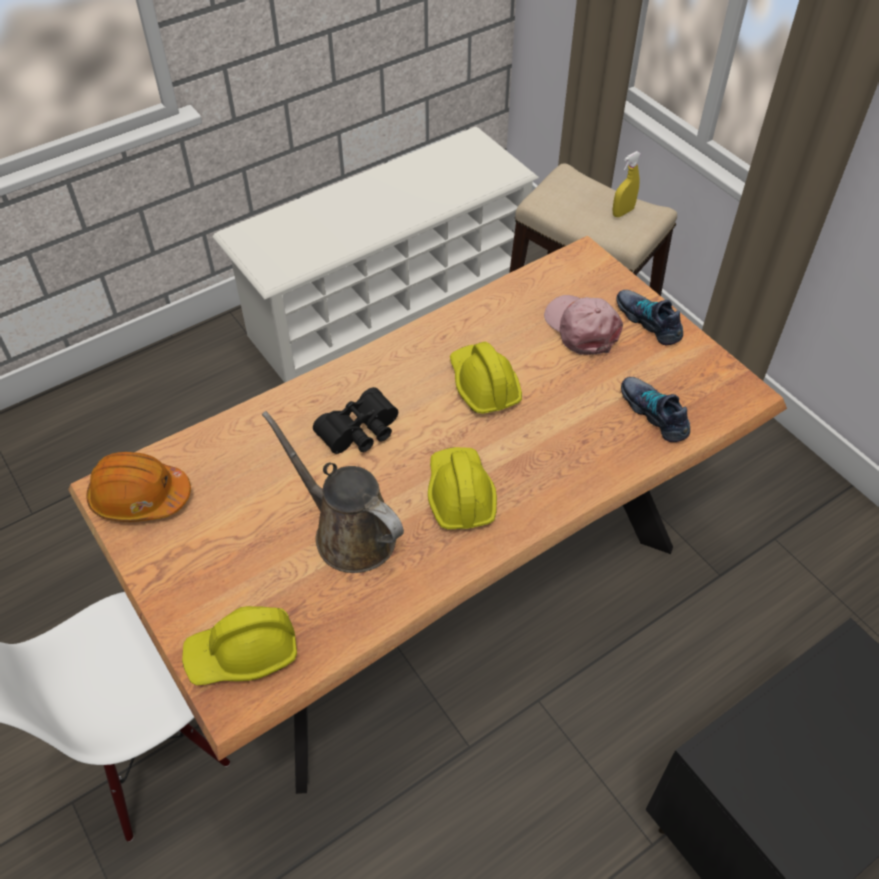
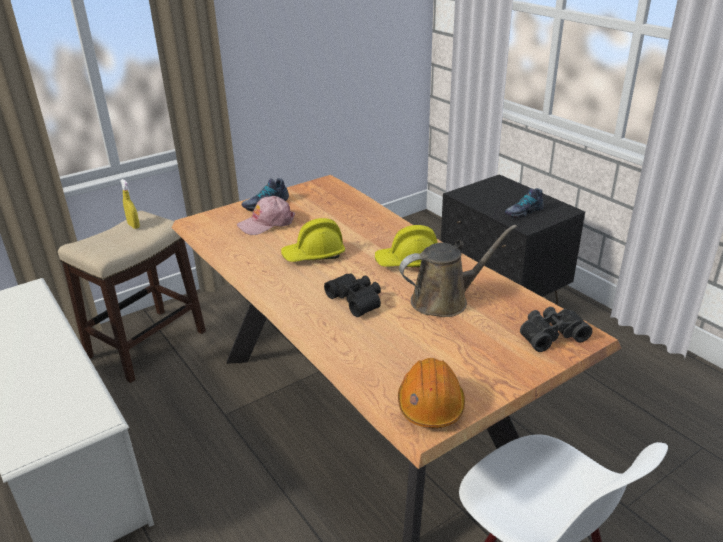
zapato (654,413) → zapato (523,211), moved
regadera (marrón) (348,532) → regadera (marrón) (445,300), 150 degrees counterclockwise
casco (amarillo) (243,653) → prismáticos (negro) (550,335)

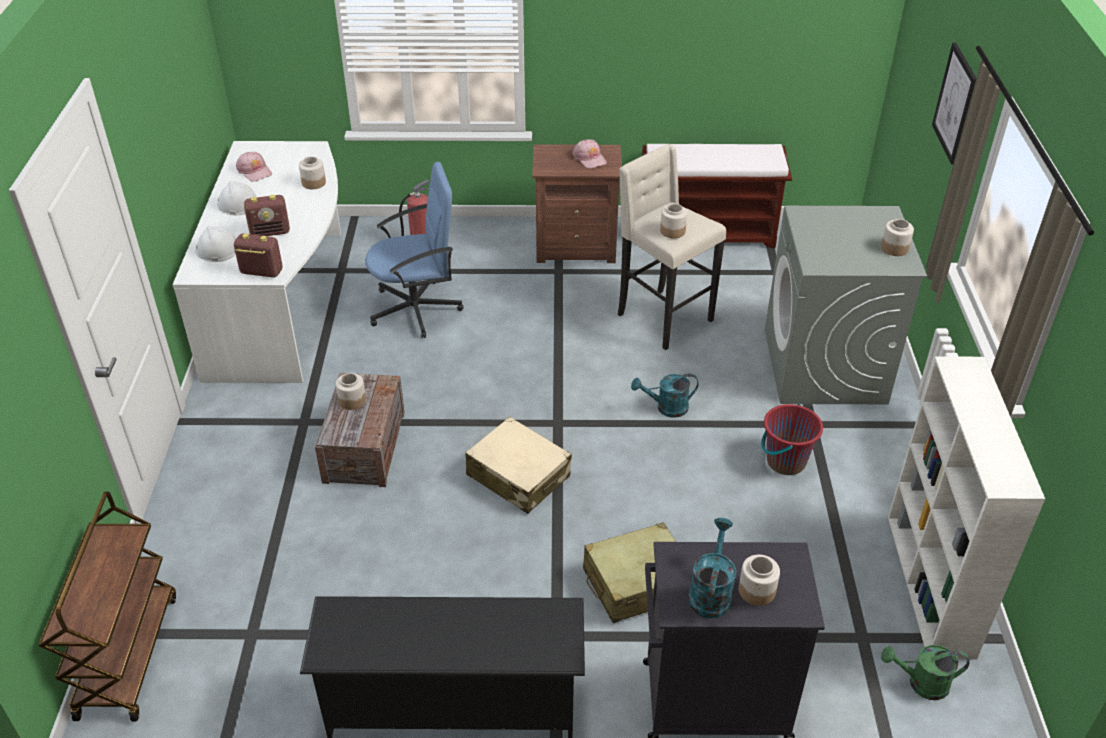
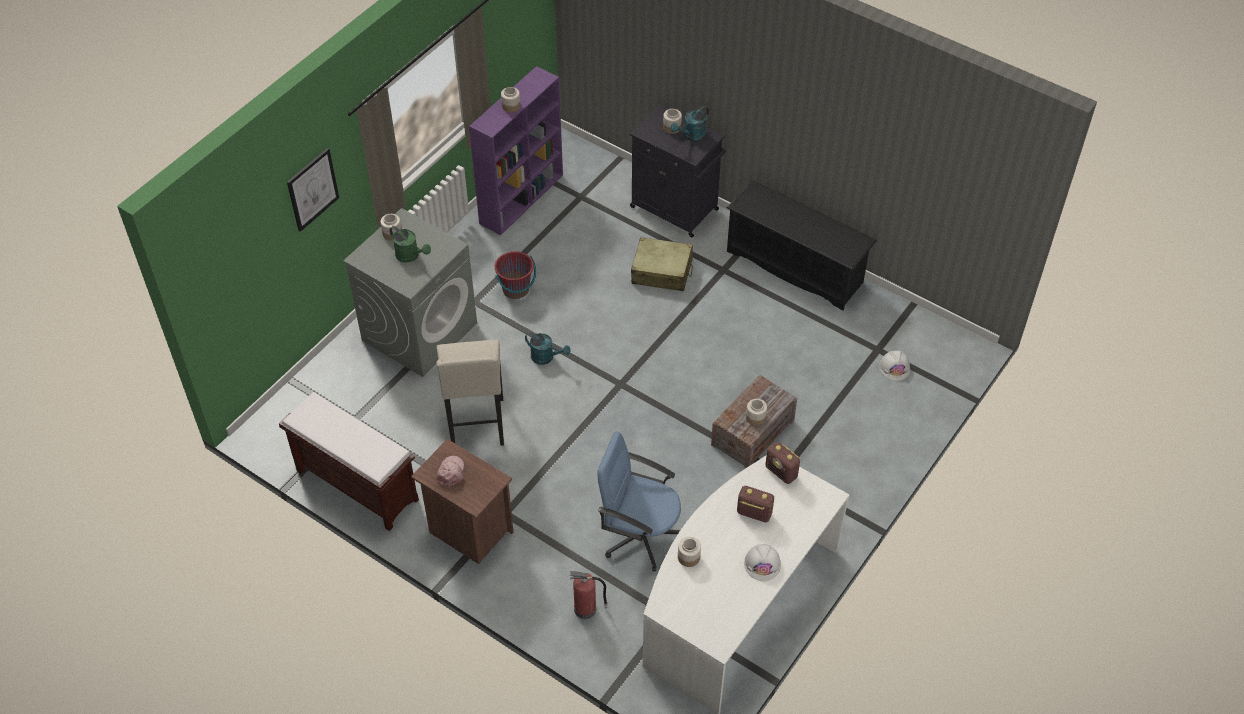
gorra (rosa) (254,171) → -
tarro (673,231) → tarro (511,106), moved
casco (blanco) (217,249) → casco (blanco) (894,367), moved
estantería (blanco) (930,585) → estantería (morado) (522,198)
maleta (beis) (518,476) → -
carrito (marrón) (127,655) → -
regadera (verde) (921,683) → regadera (verde) (410,256), moved

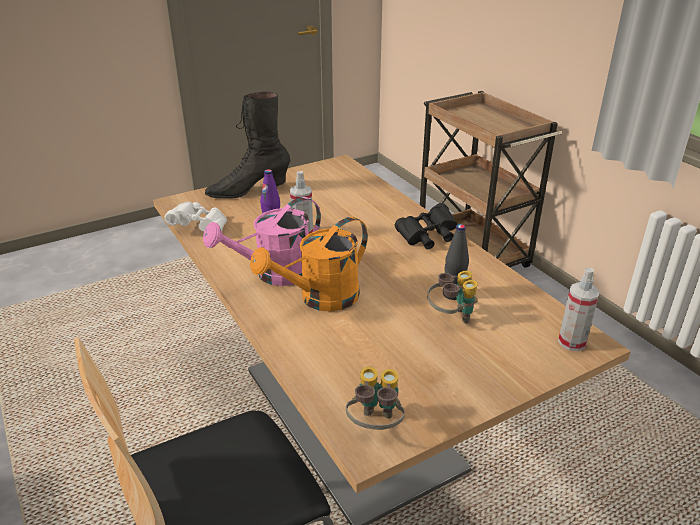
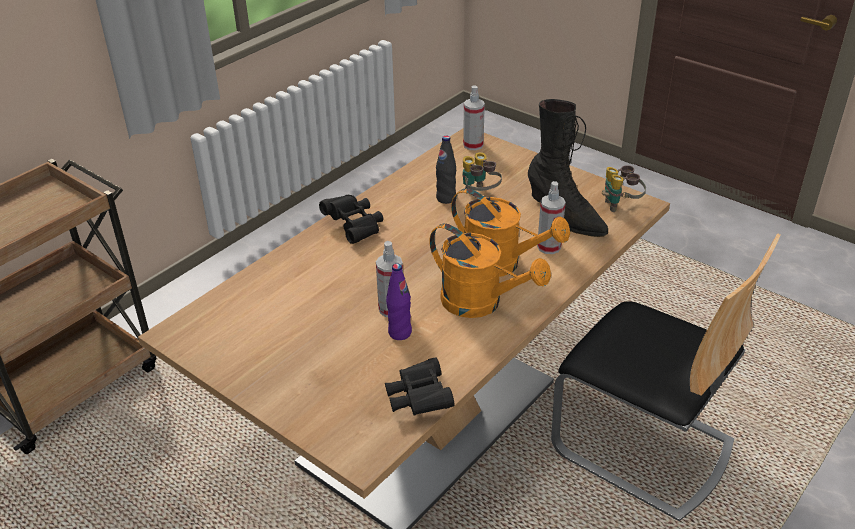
bota (negro) (248,190) → bota (negro) (565,216), moved
regadera (rosa) (275,274) → regadera (naranja) (481,303)
prismáticos (blanco) (200,227) → prismáticos (negro) (419,399)
- → pulverizador (549,247)

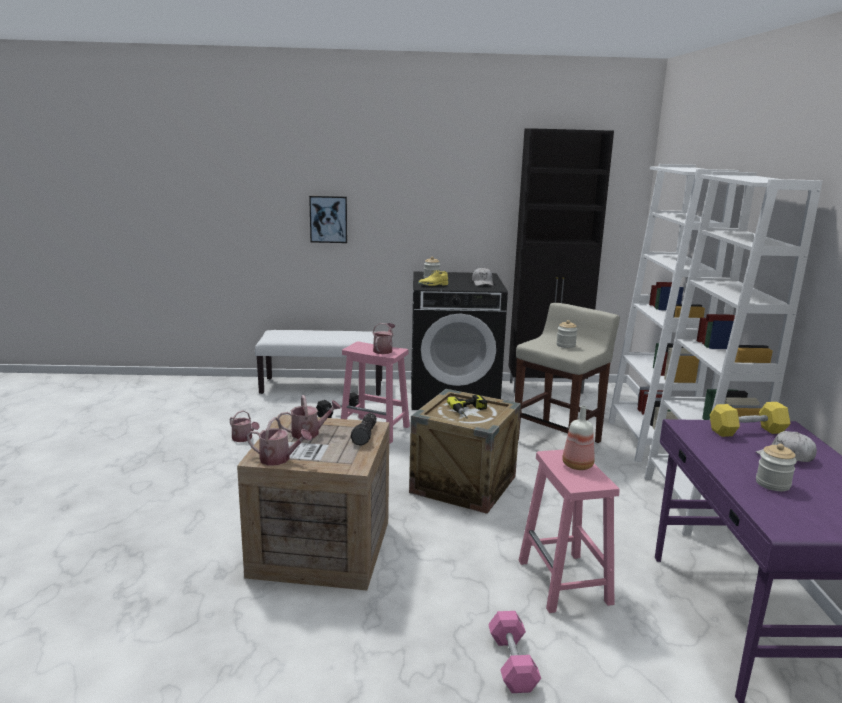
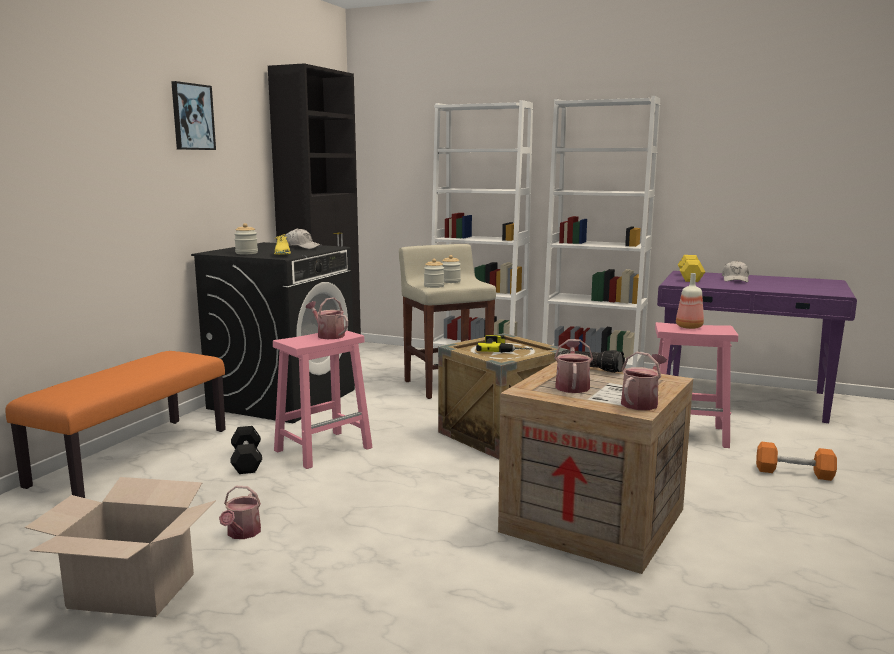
cuadro (328,219) → cuadro (192,117), moved
banco (blanco) (323,386) → banco (naranja) (132,456)
regadera (244,439) → regadera (242,534), 120 degrees clockwise
tarro (772,484) → tarro (434,286), moved
mancuerna (rosa) (512,663) → mancuerna (naranja) (794,473)
- → caja de cartón (133,590)

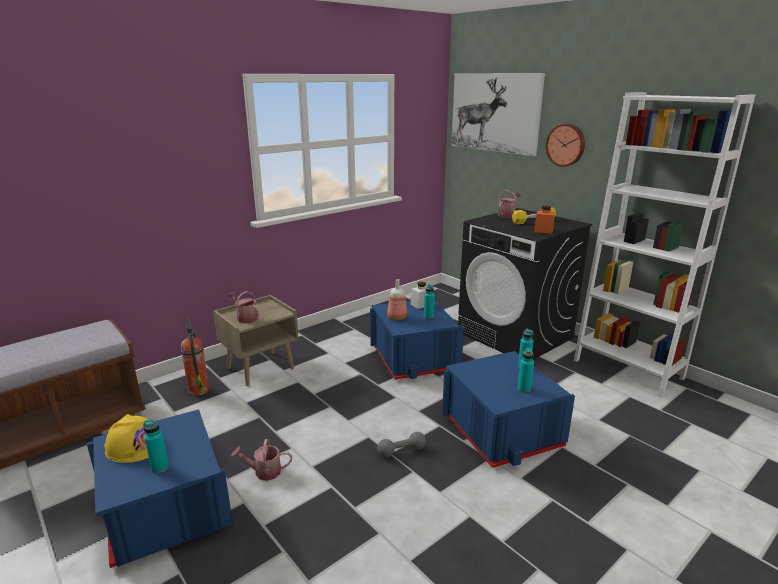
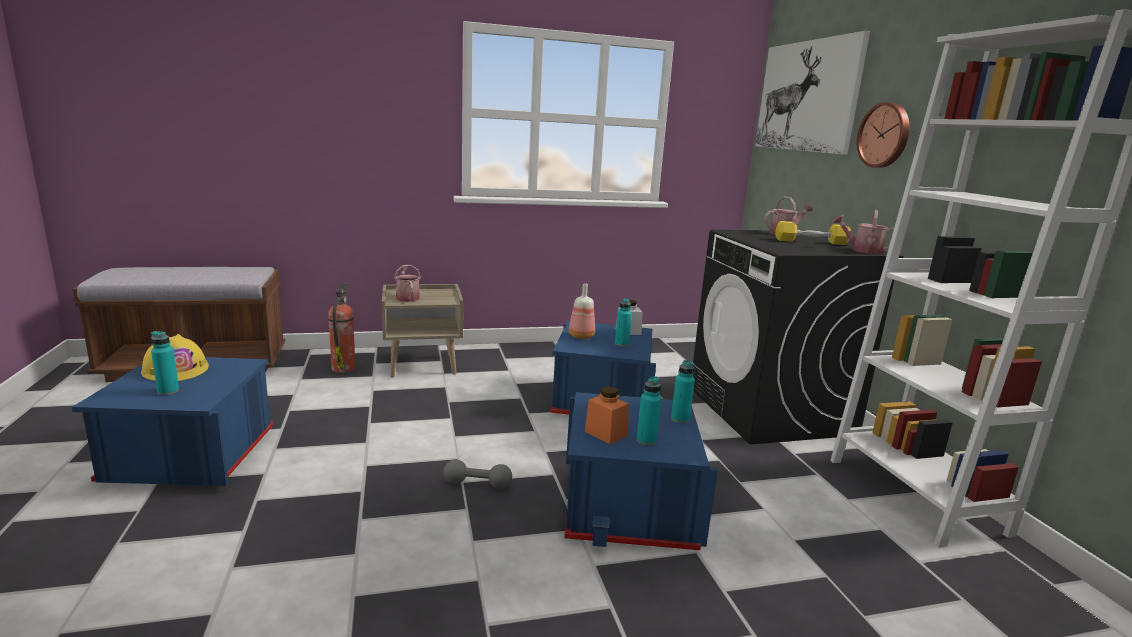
tarro (naranja) (543,231) → tarro (naranja) (606,433), moved
regadera (264,472) → regadera (862,250), moved

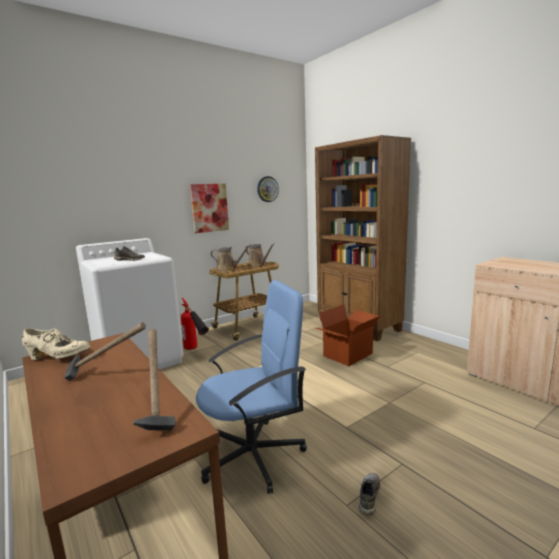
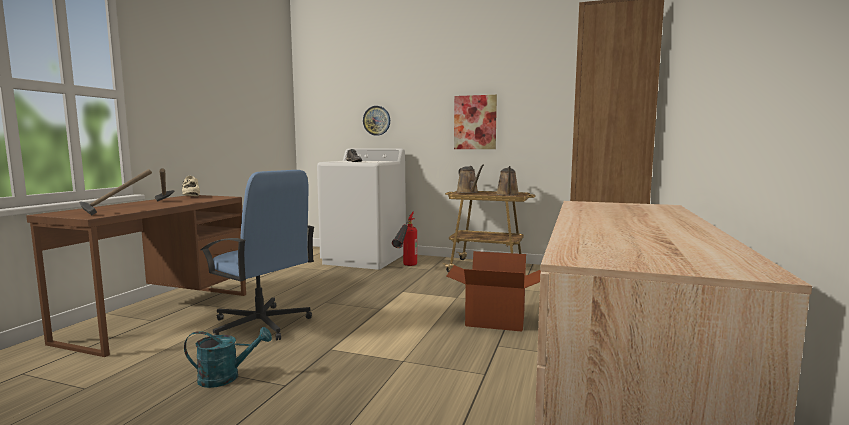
reloj de pared (267,189) → reloj de pared (376,120), moved
zapato (gris) (368,496) → regadera (turquesa) (226,377)

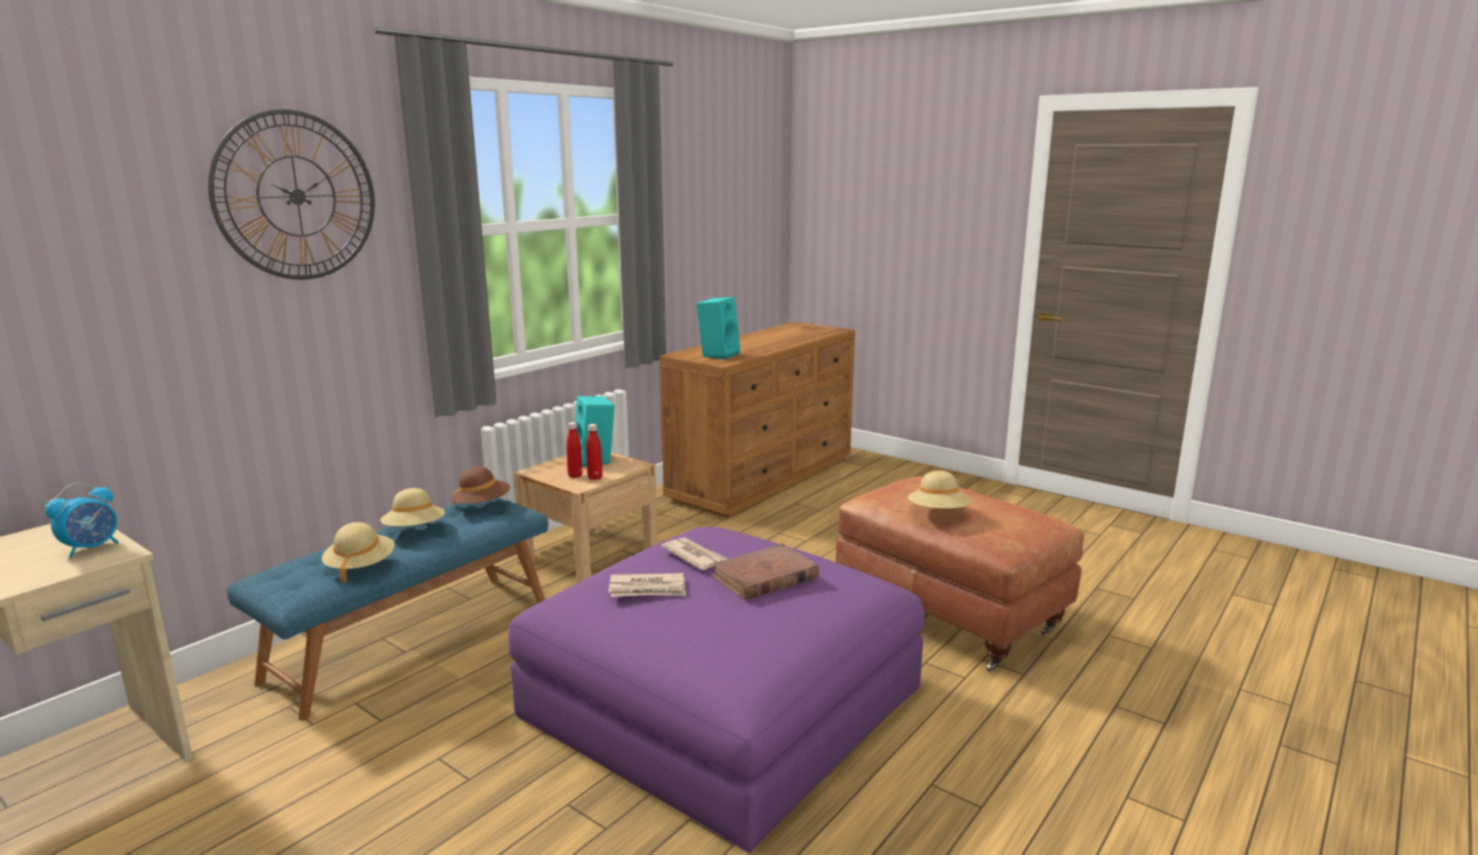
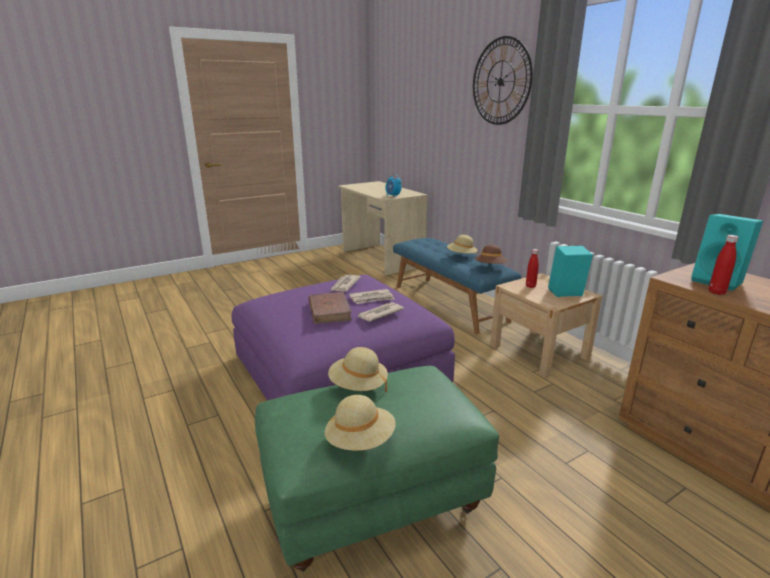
botella (rojo) (595,478) → botella (rojo) (716,292), moved
puf (marrón) (950,617) → puf (verde) (372,506)
sombrero (beis) (360,567) → sombrero (beis) (360,441), moved
- → periódico (379,314)

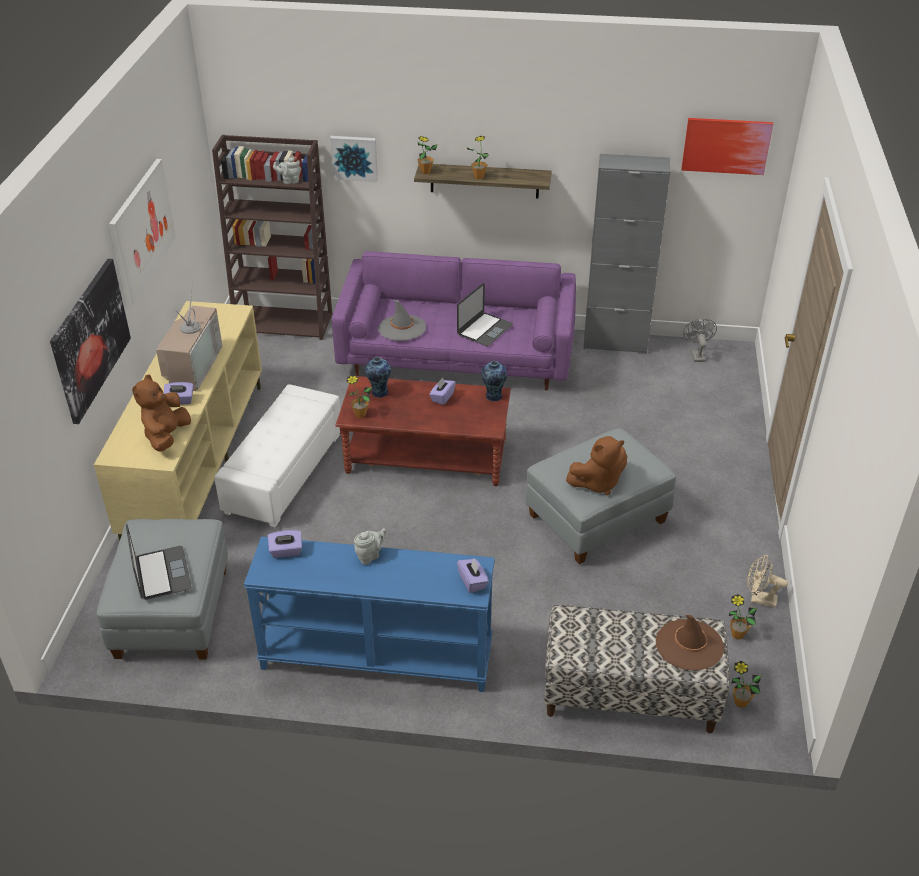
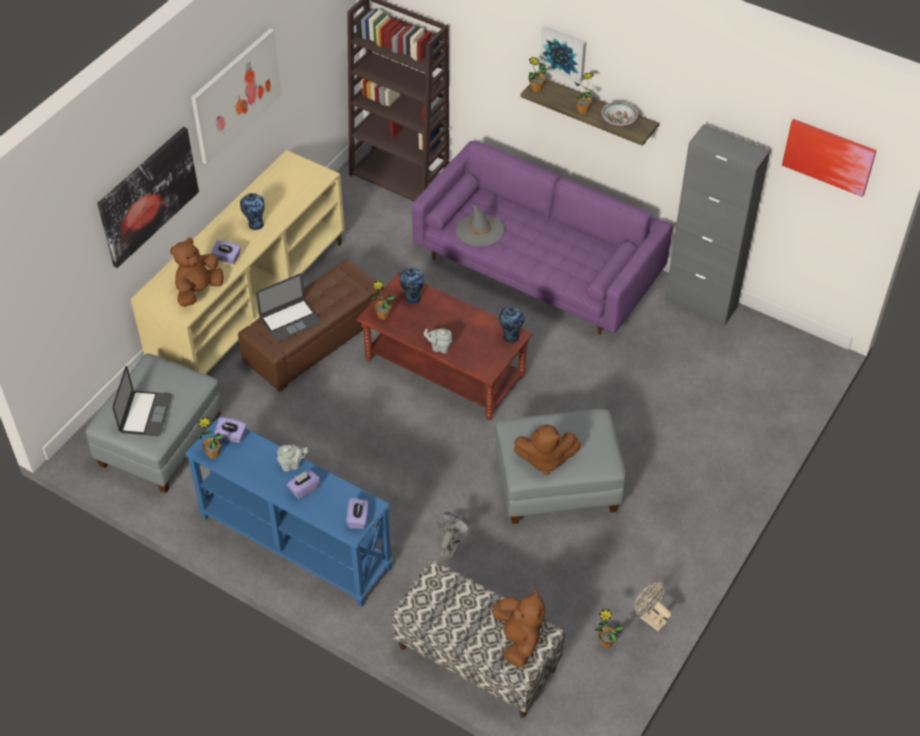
cuadro (354,157) → cuadro (564,53), moved
tetera (gris) (289,181) → tetera (gris) (439,347), moved
televisor (192,366) → florero (255,224)
portátil (485,329) → portátil (290,320), moved
ventilador (gris) (696,354) → ventilador (gris) (451,546), moved
caja de pañuelos (morado) (442,397) → caja de pañuelos (morado) (304,489), moved
puf (blanco) (283,472) → puf (marrón) (315,340)
sombrero (marrón) (689,645) → peluche (marrón) (518,639)
planta en maceta (740,702) → planta en maceta (213,454), moved
- → cuenco (618,120)

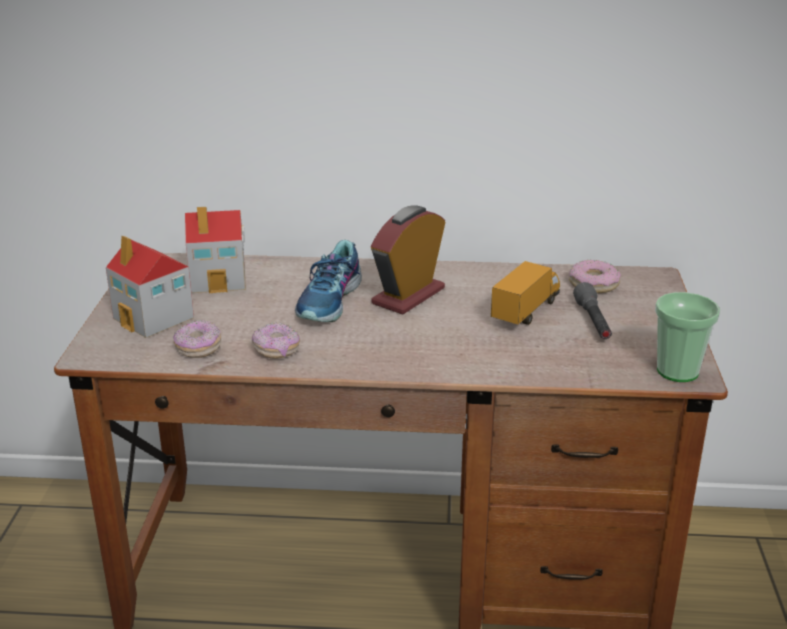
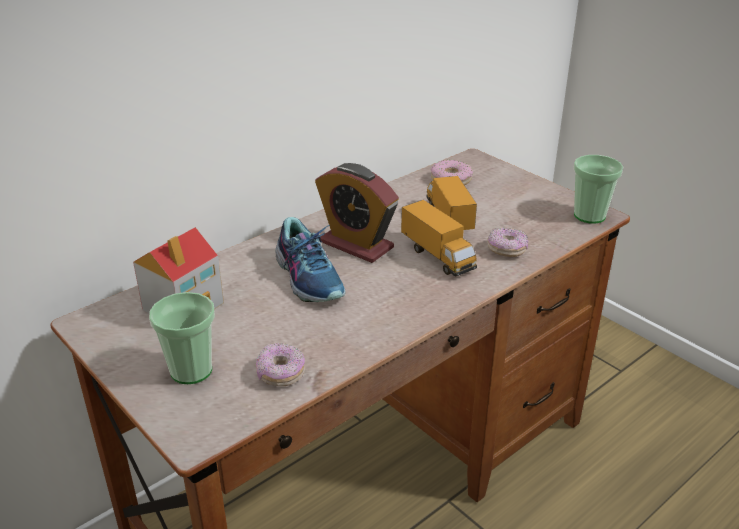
despertador (408,296) → despertador (356,245), 45 degrees counterclockwise
casita (154,318) → taza (191,370)
linterna (gris) (593,322) → -
rosquilla (276,350) → rosquilla (506,250), moved
- → camión de juguete (437,257)

